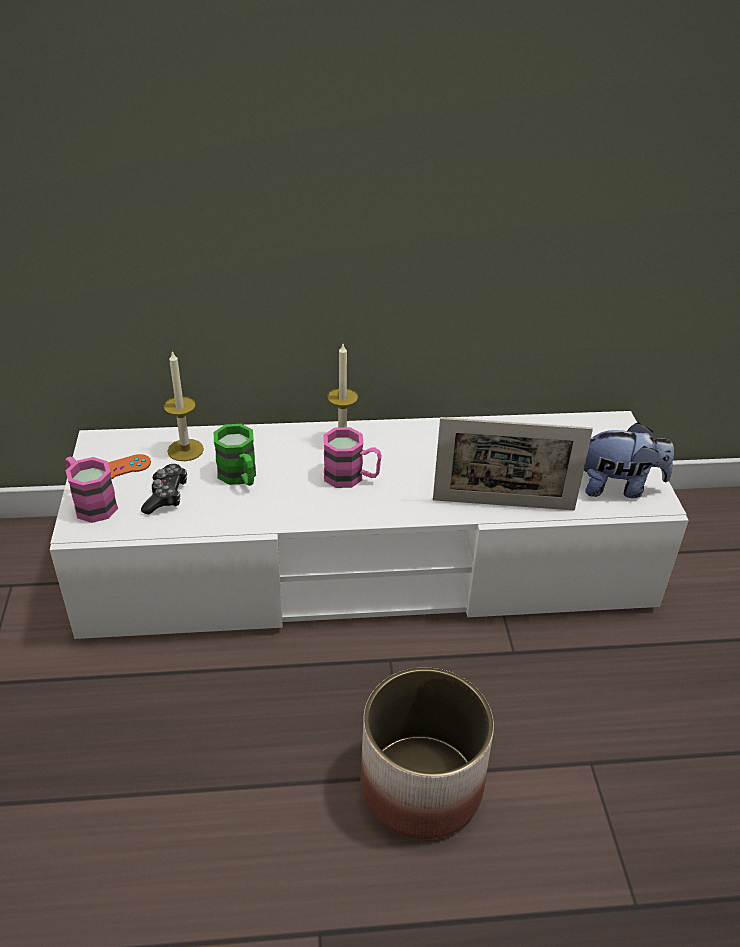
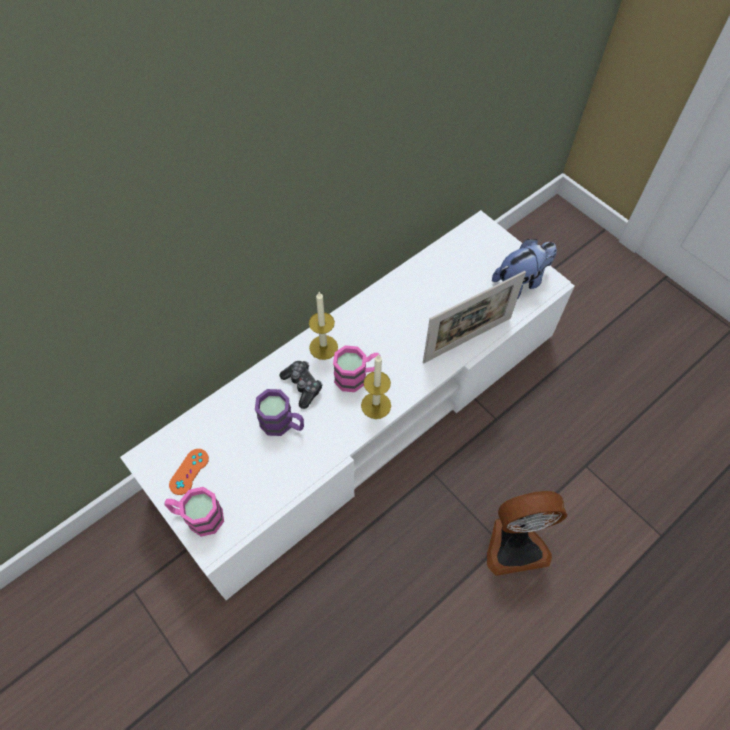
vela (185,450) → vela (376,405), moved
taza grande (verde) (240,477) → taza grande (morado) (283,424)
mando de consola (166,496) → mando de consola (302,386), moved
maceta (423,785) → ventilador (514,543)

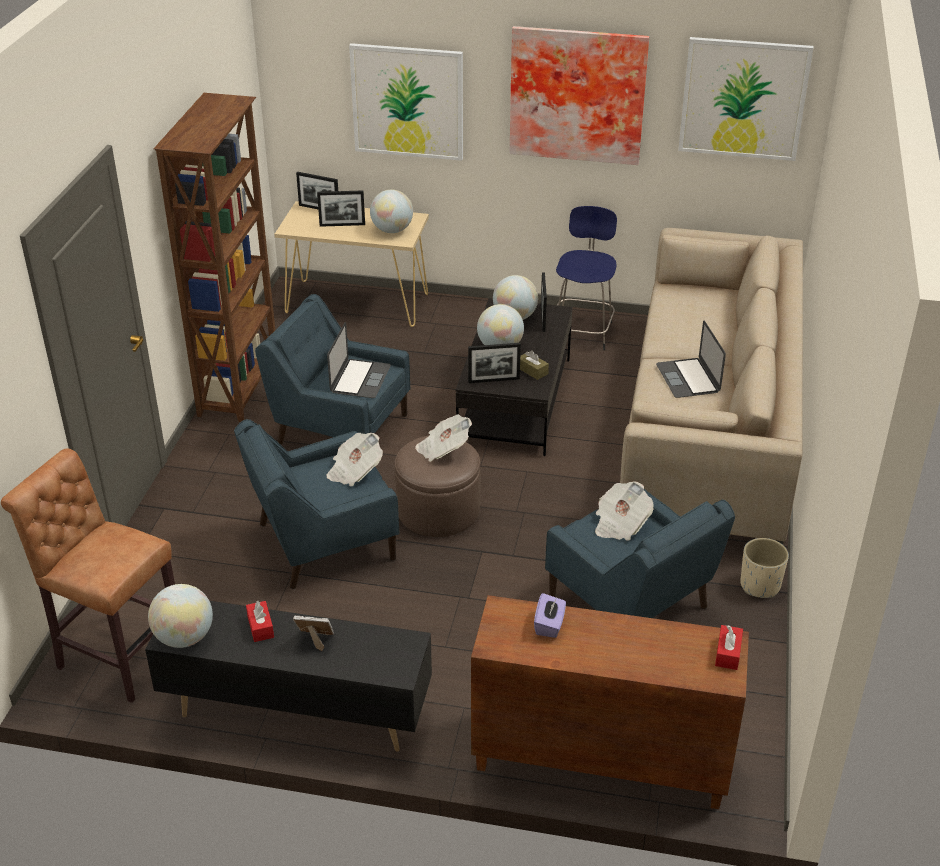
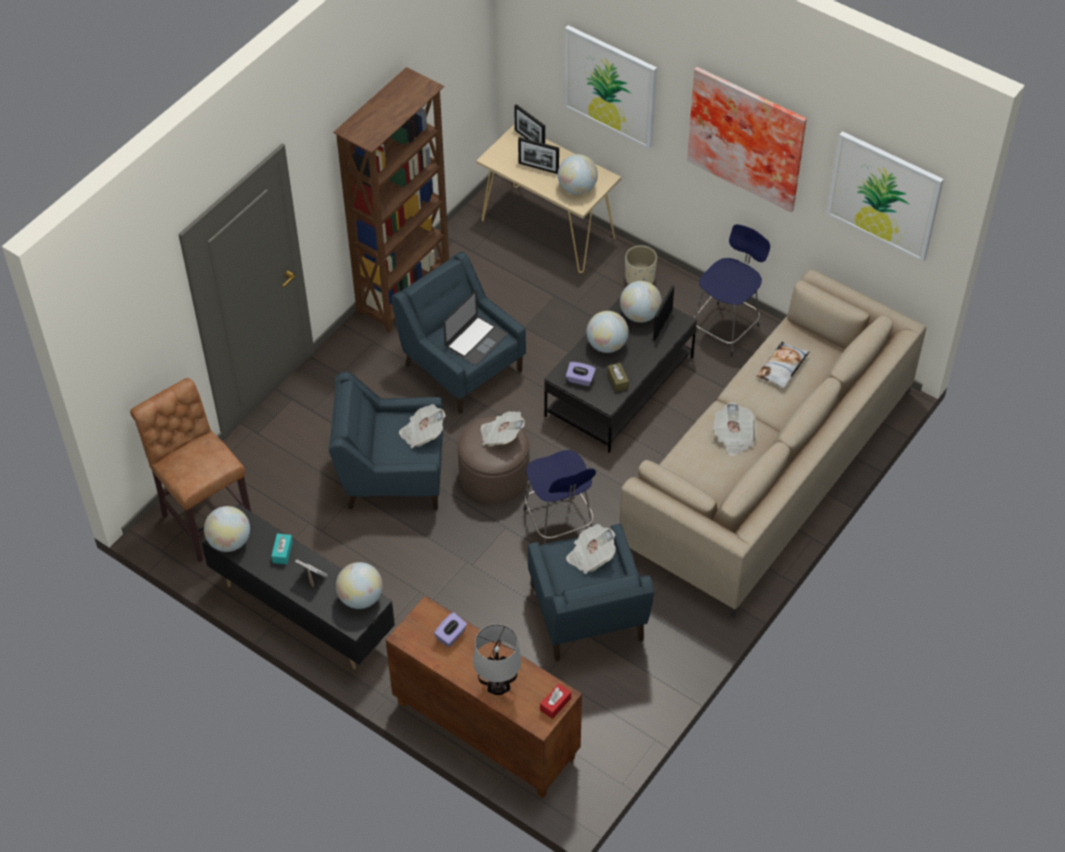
portátil (688,378) → periódico (734,437)
portarretratos (494,380) → caja de pañuelos (morado) (580,379)
maceta (beis) (760,586) → maceta (beis) (639,279), moved
caja de pañuelos (rojo) (260,627) → caja de pañuelos (turquesa) (282,552)
- → cojín (783,368)
- → taburete (azul) (559,524)
- → globo terráqueo (360,598)
- → lámpara de mesa (498,686)

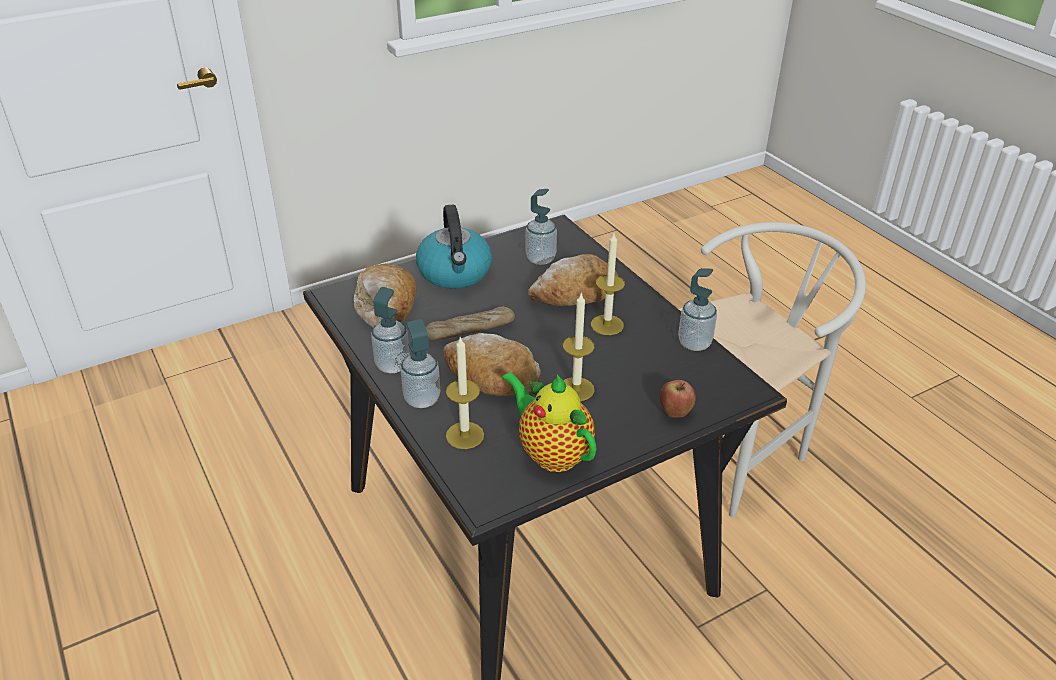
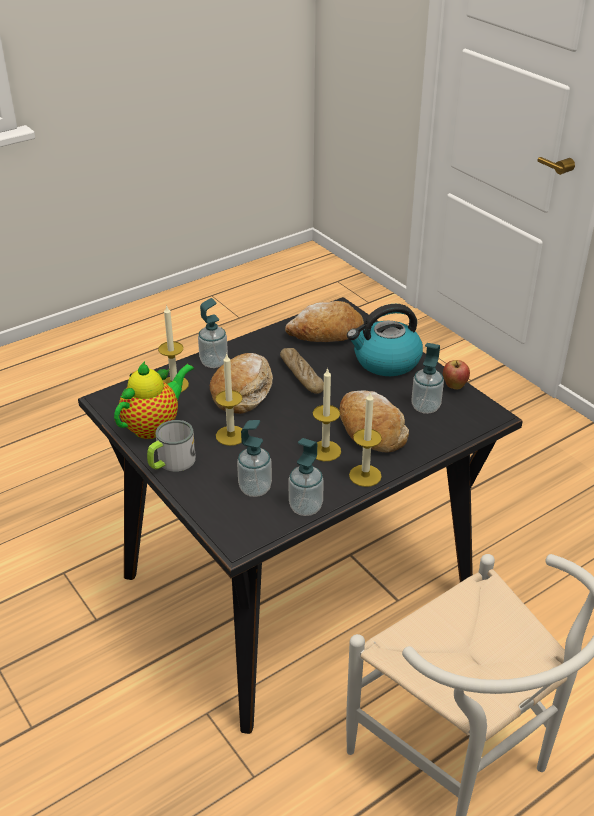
dispensador de jabón (392,365) → dispensador de jabón (255,488), moved
manzana (675,413) → manzana (454,386), moved
- → vela (365,475)
- → taza grande (171,463)

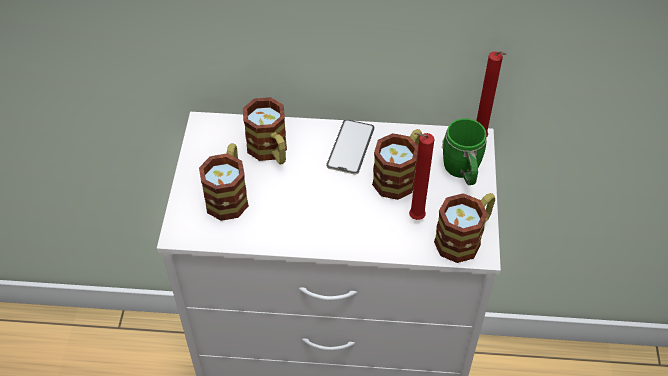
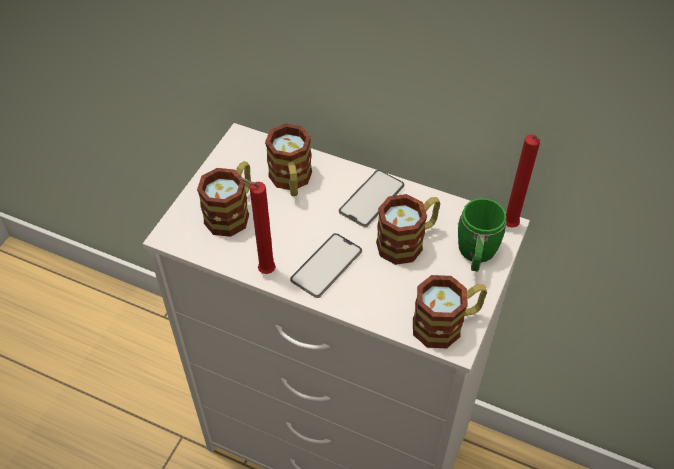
vela (rojo) (414,218) → vela (rojo) (264,271), moved
- → móvil (326,265)

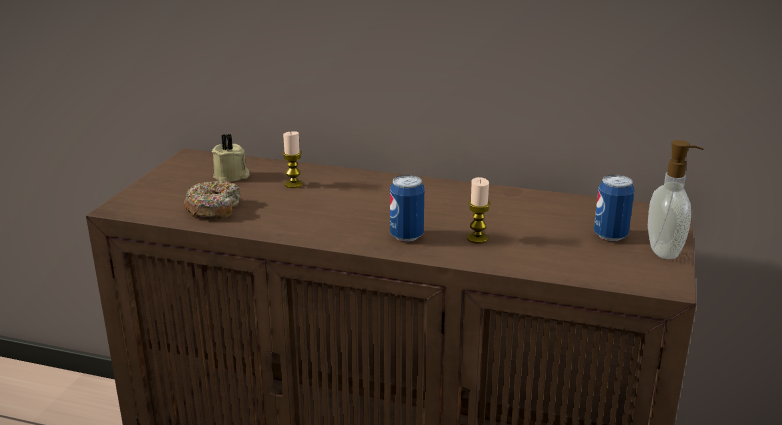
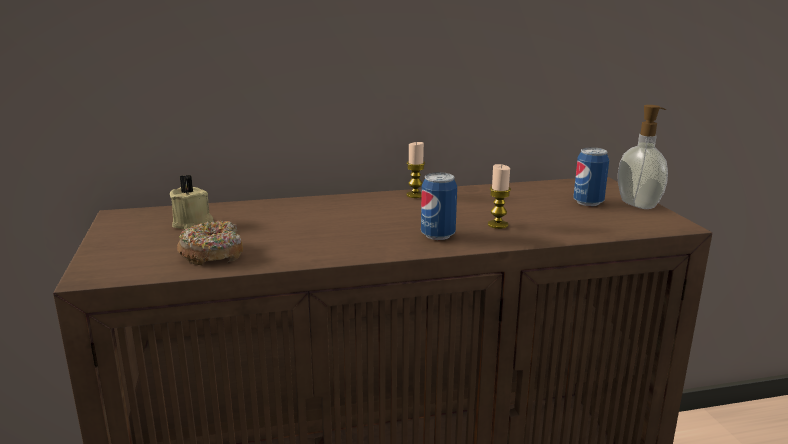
vela (293,184) → vela (415,195), moved

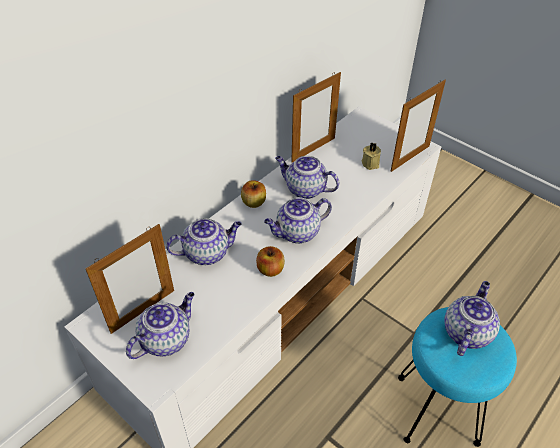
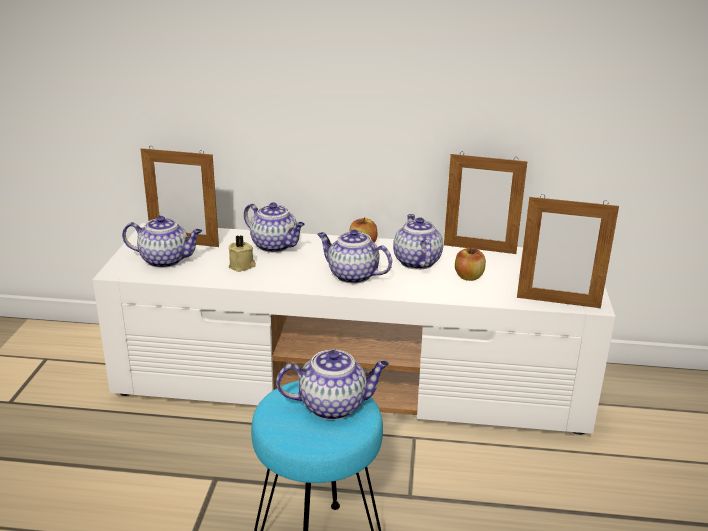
vela (beis) (371,163) → vela (beis) (242,266), moved
manzana (270,270) → manzana (469,277), moved

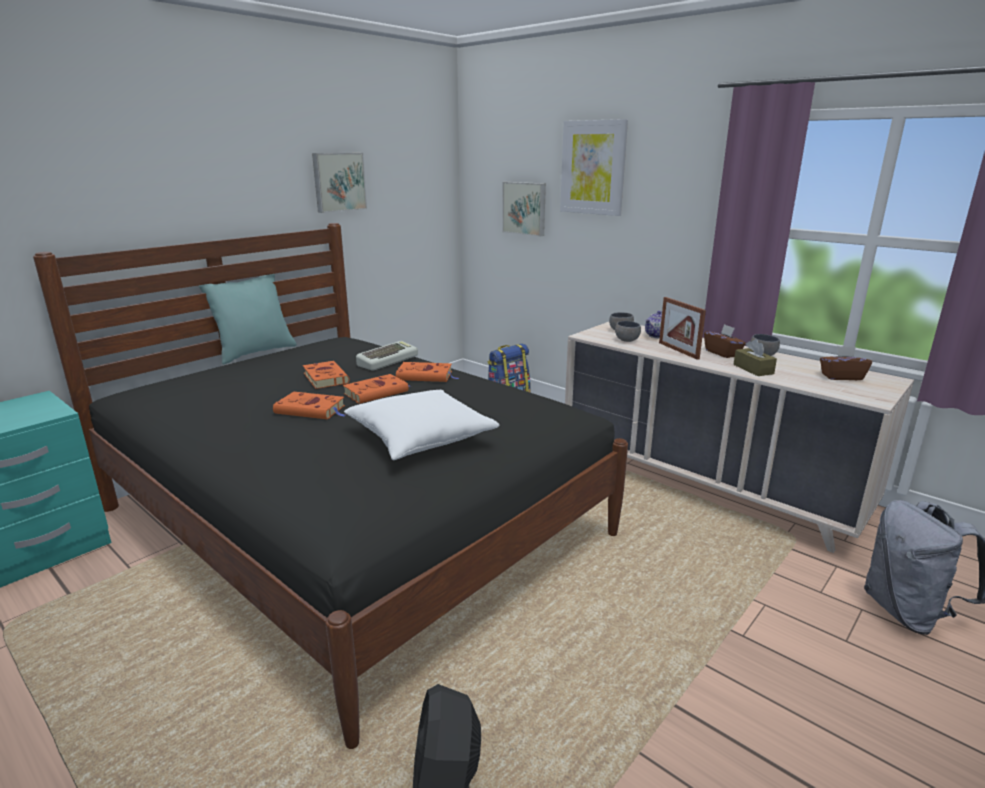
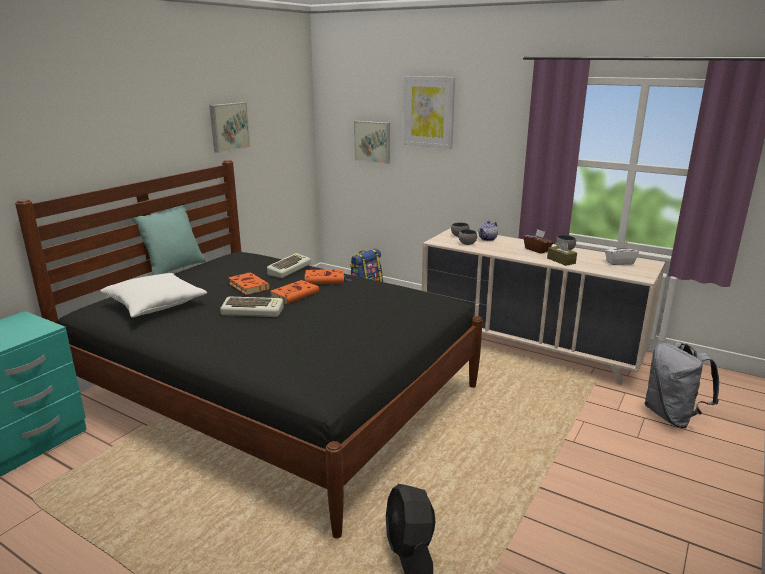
portarretratos (678,350) → -
caja de pañuelos (marrón) (841,377) → caja de pañuelos (blanco) (619,262)
cojín (blanco) (420,438) → cojín (blanco) (155,305), moved
libro (naranja) (312,410) → teclado (253,311)

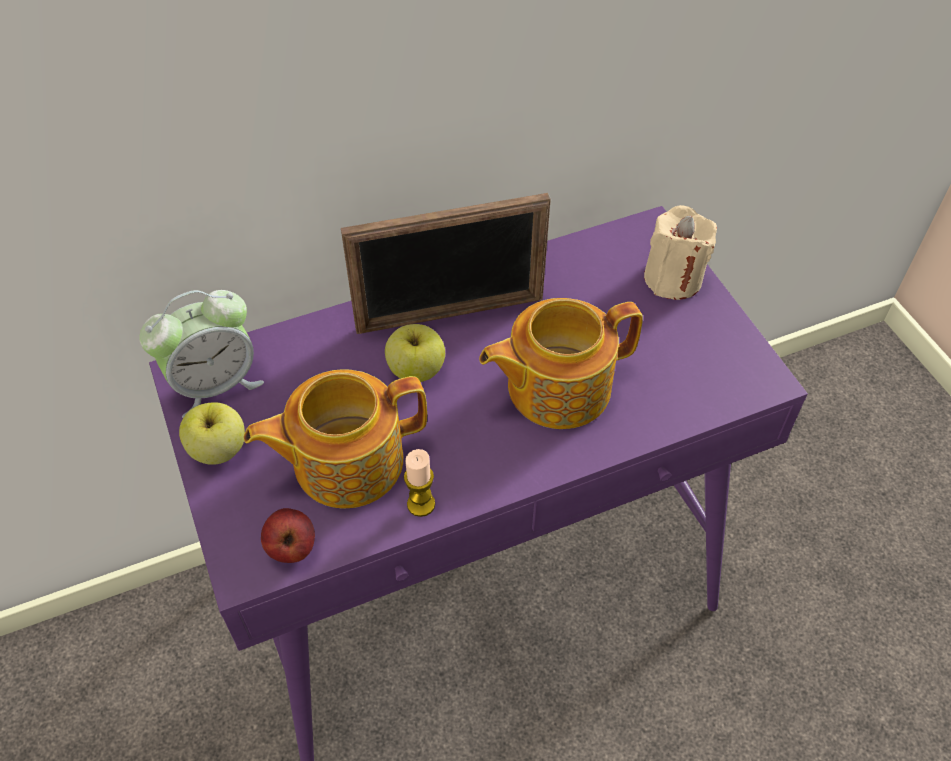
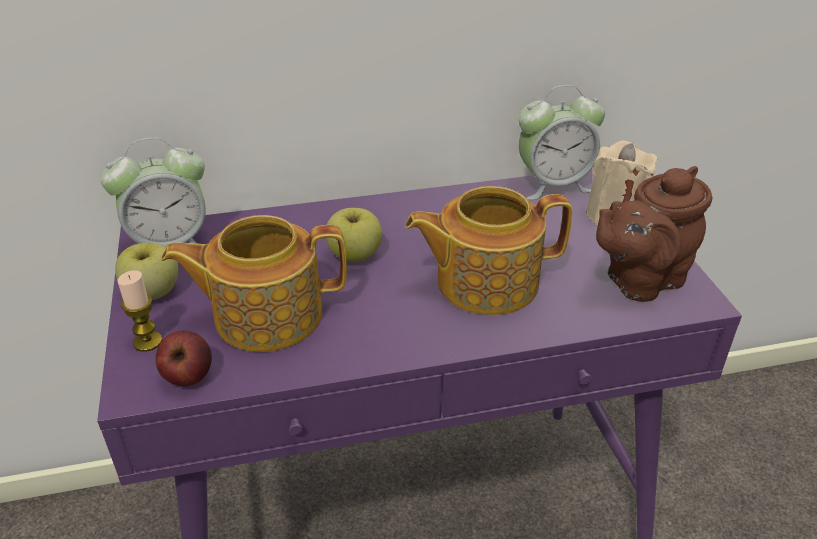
portarretratos (450,314) → -
vela (421,504) → vela (147,342), moved
- → despertador (553,185)
- → tetera (marrón) (639,280)

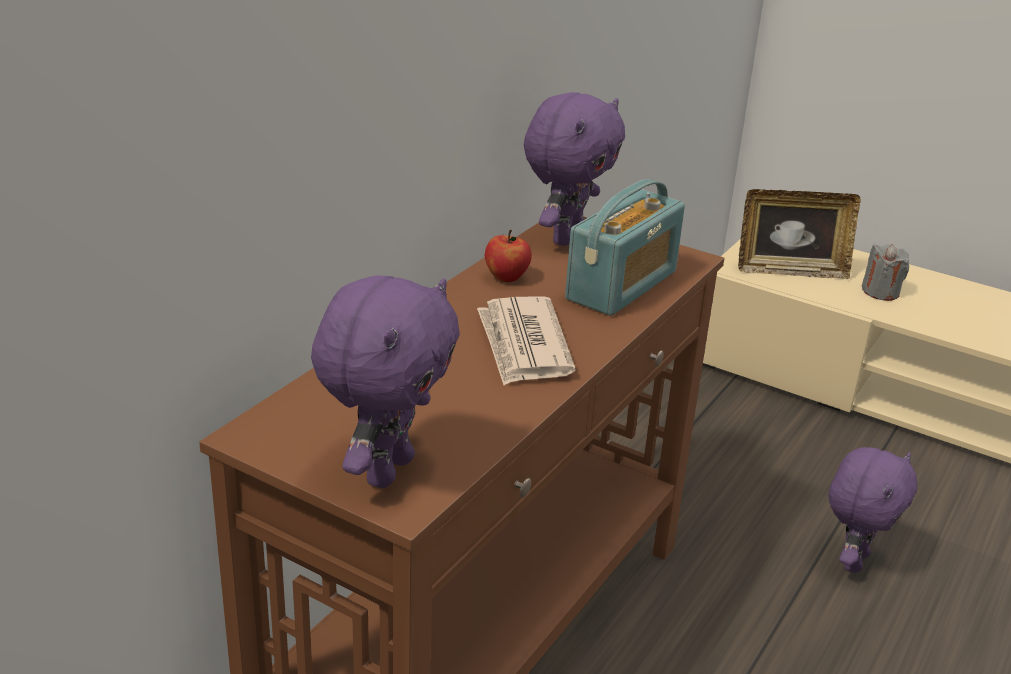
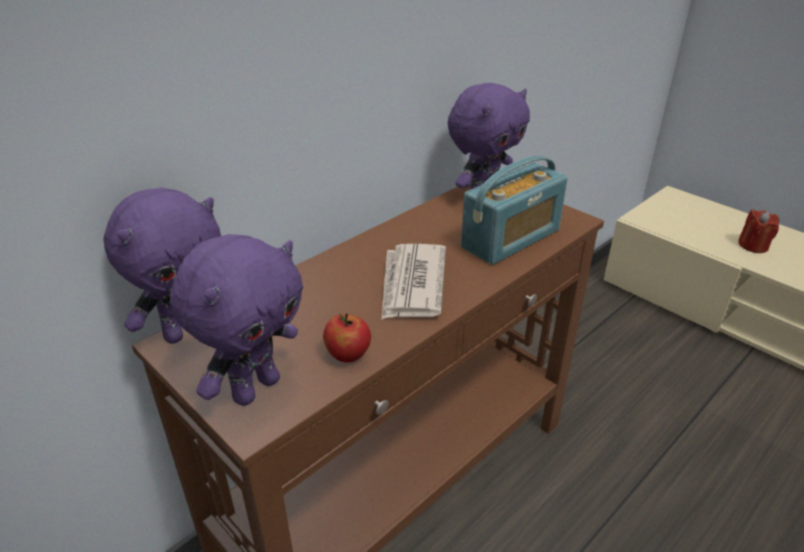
portarretratos (790,271) → -
manzana (507,277) → manzana (348,355), moved
vela (gris) (880,292) → vela (rojo) (753,245)
peluche (morado) (853,560) → peluche (morado) (187,330), moved

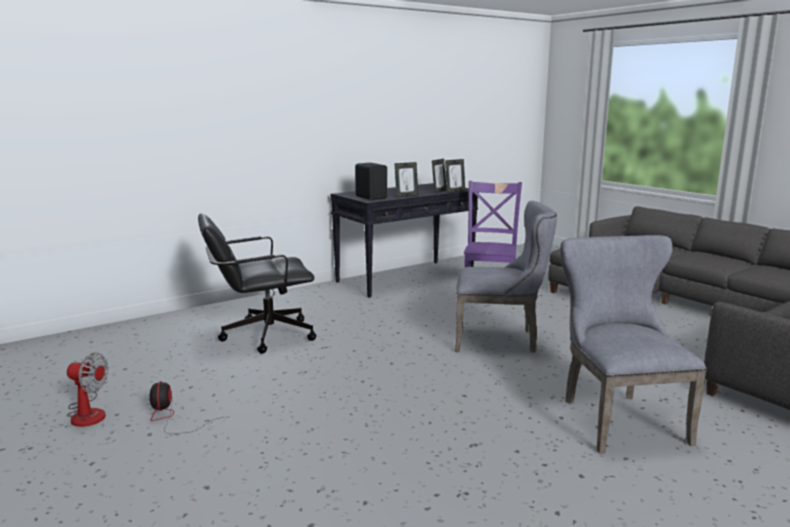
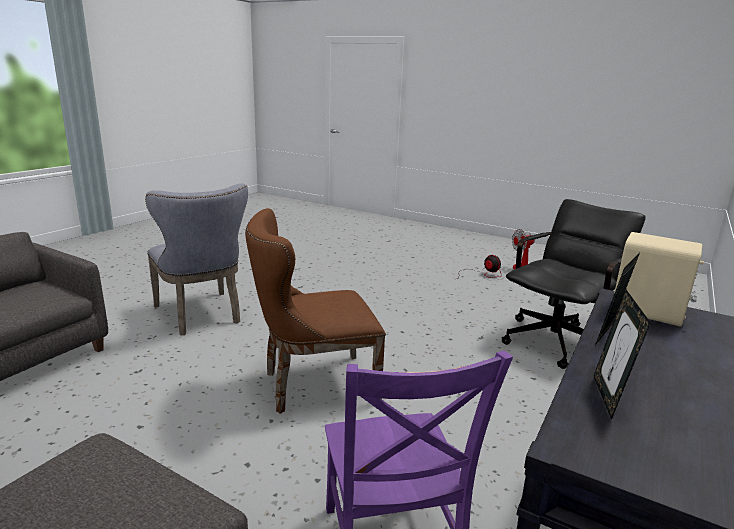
portarretratos (455,191) → -
altavoz (negro) (371,197) → altavoz (beis) (648,313)
silla (gris) (501,339) → silla (marrón) (312,386)

